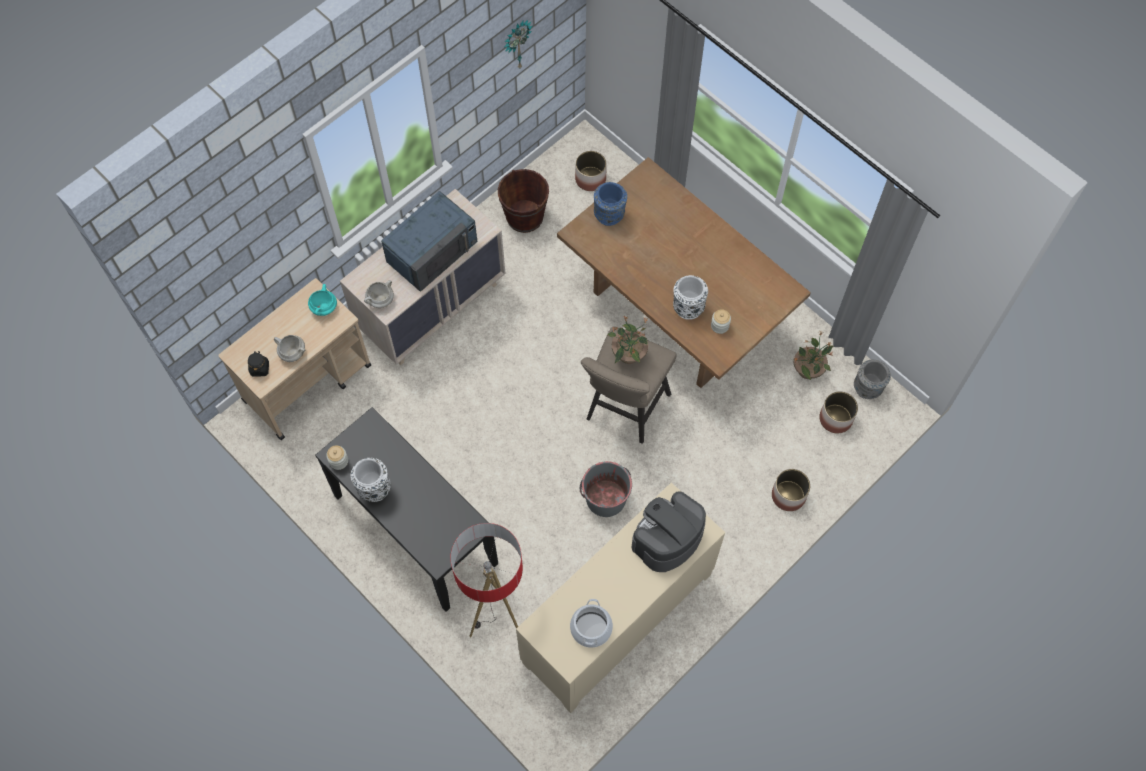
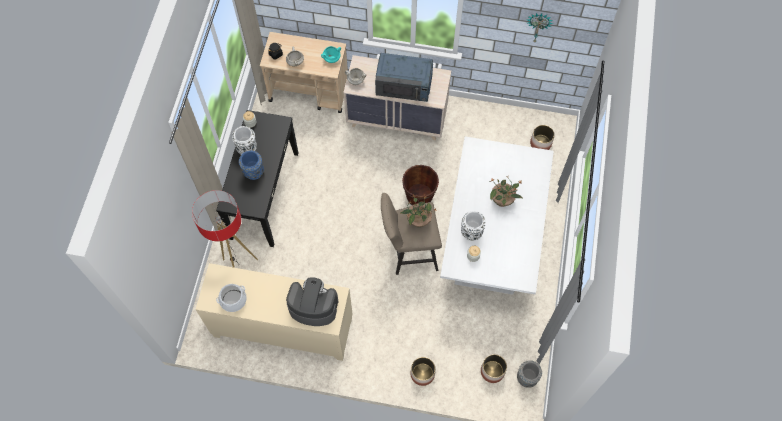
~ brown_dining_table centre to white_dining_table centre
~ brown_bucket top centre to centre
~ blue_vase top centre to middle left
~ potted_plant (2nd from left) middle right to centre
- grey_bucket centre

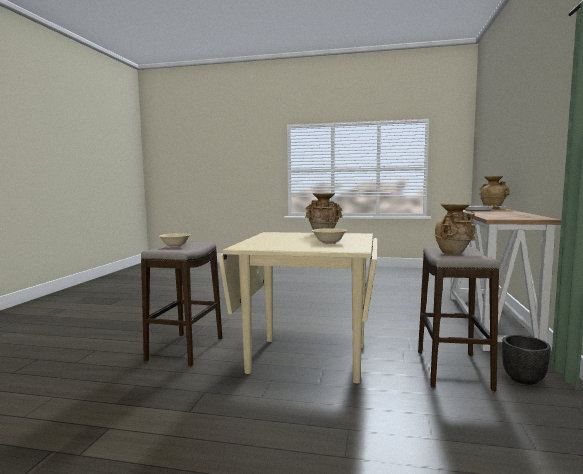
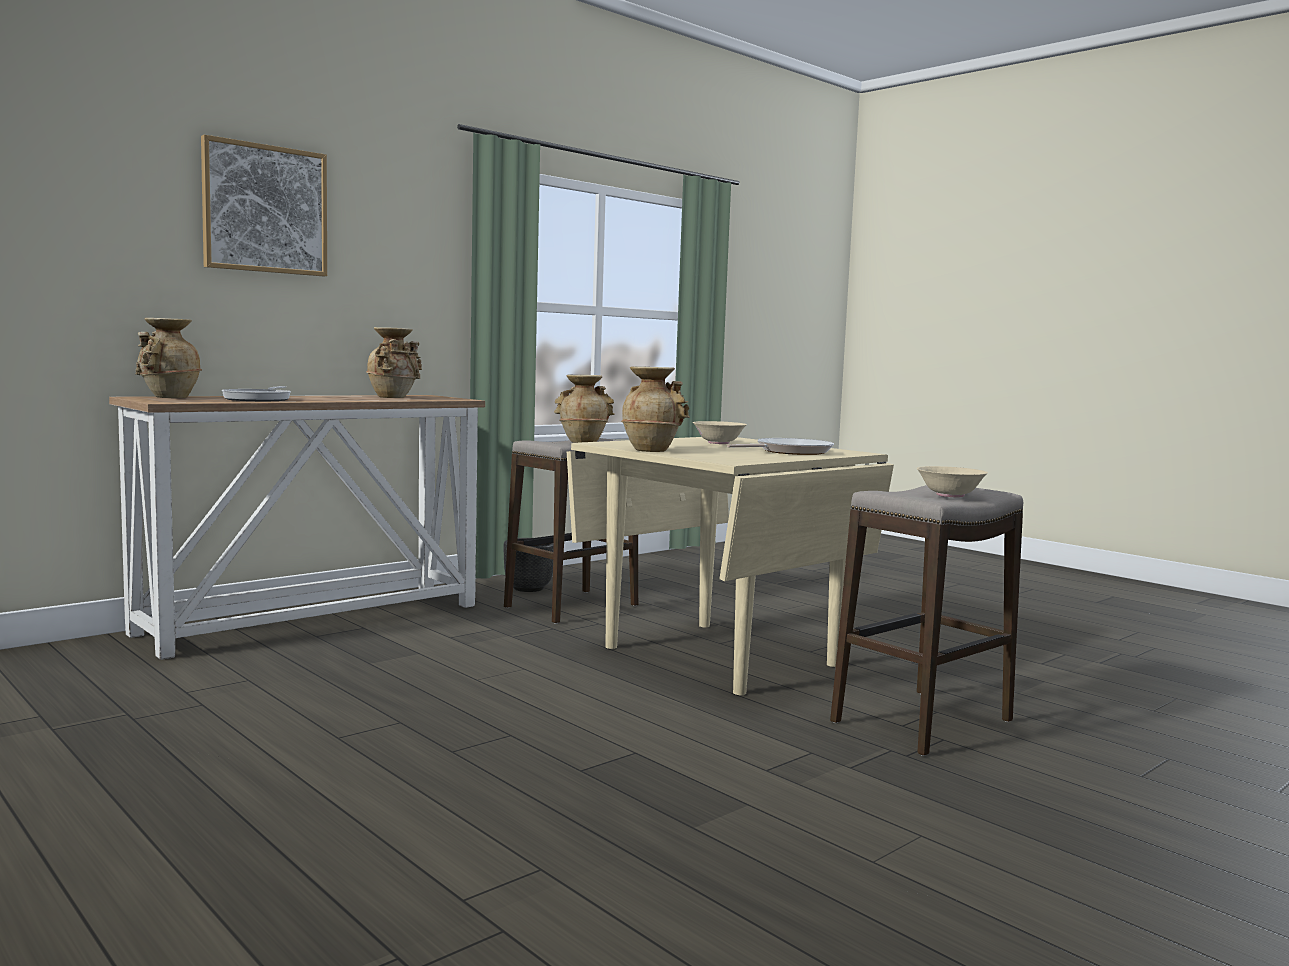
+ picture top left
+ beige_vase (2nd from left) middle left
+ frying_pan (2nd from left) centre

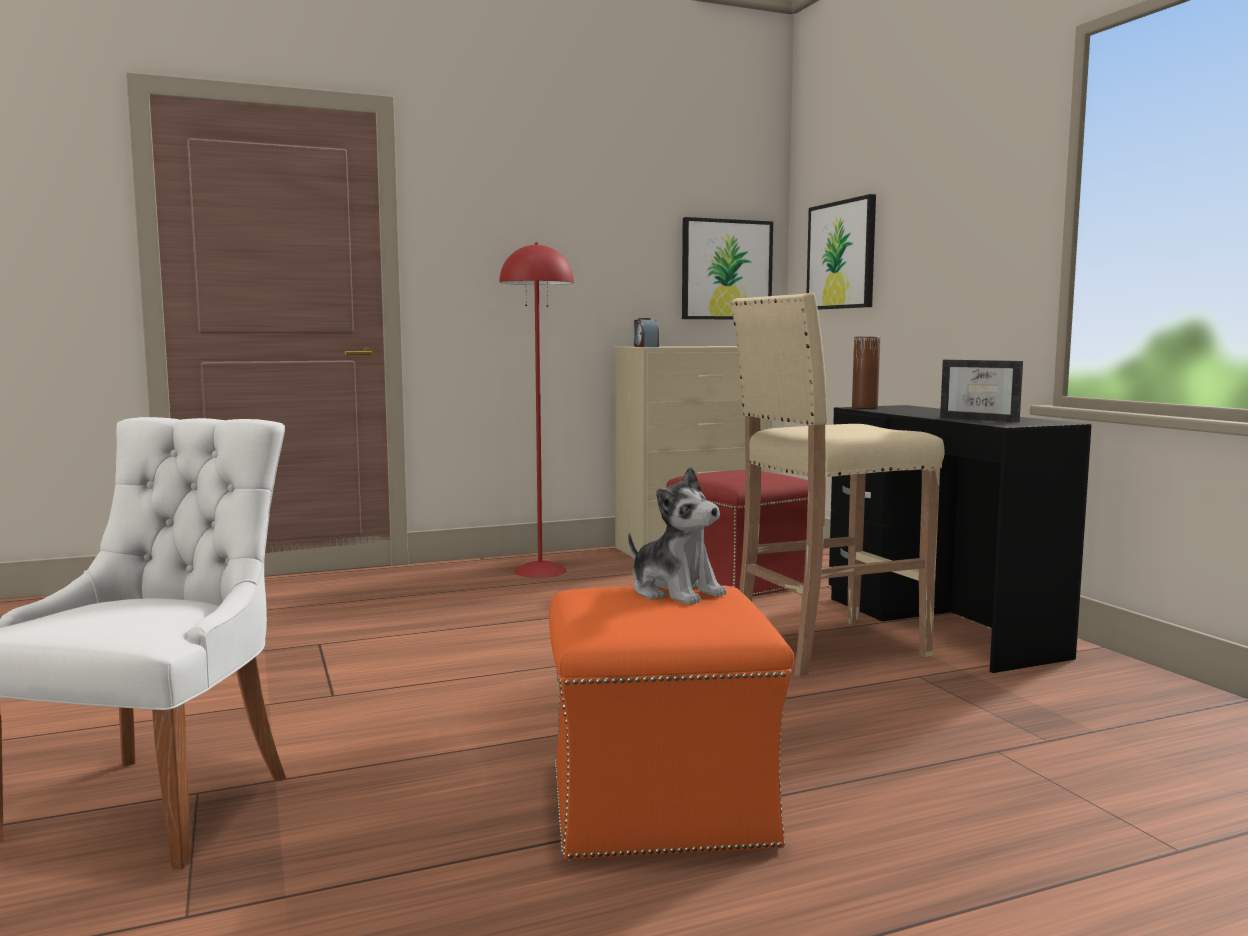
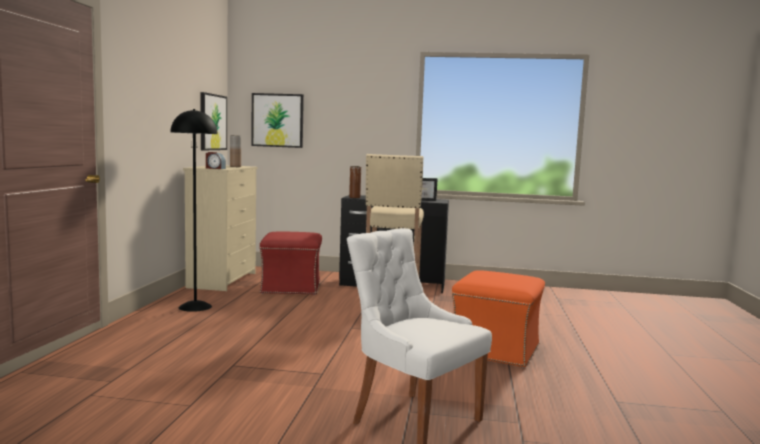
~ red_floor_lamp centre to black_floor_lamp middle left
- plush_toy centre
+ brown_vase (1st from left) middle left

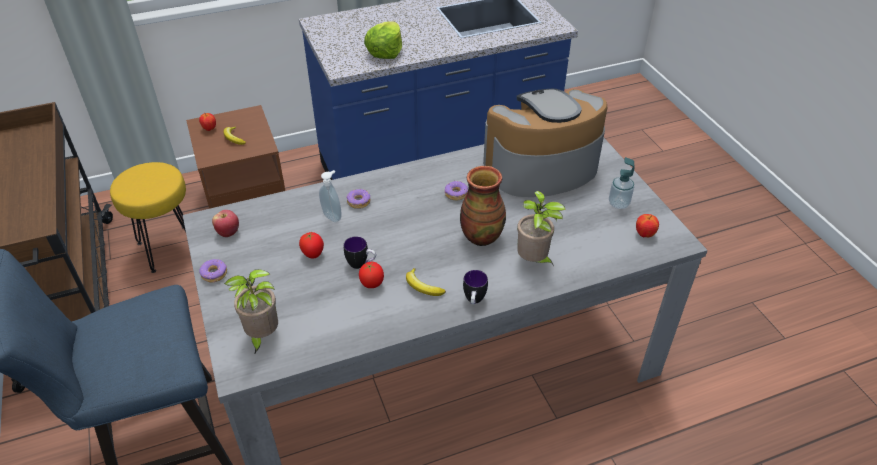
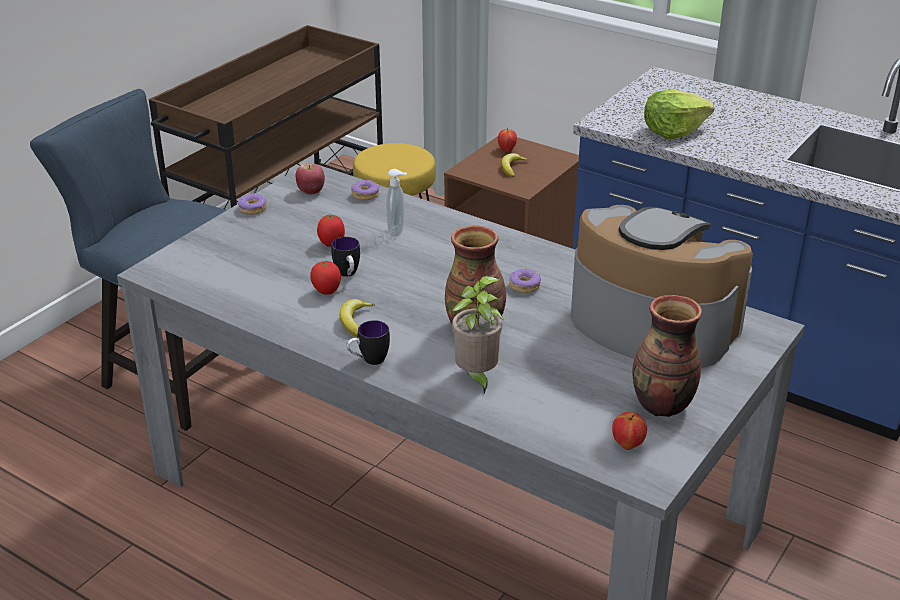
~ soap_dispenser (2nd from left) middle right to vase (2nd from left) middle right
~ donut (2nd from left) centre to top centre
- potted_plant (1st from left) bottom left

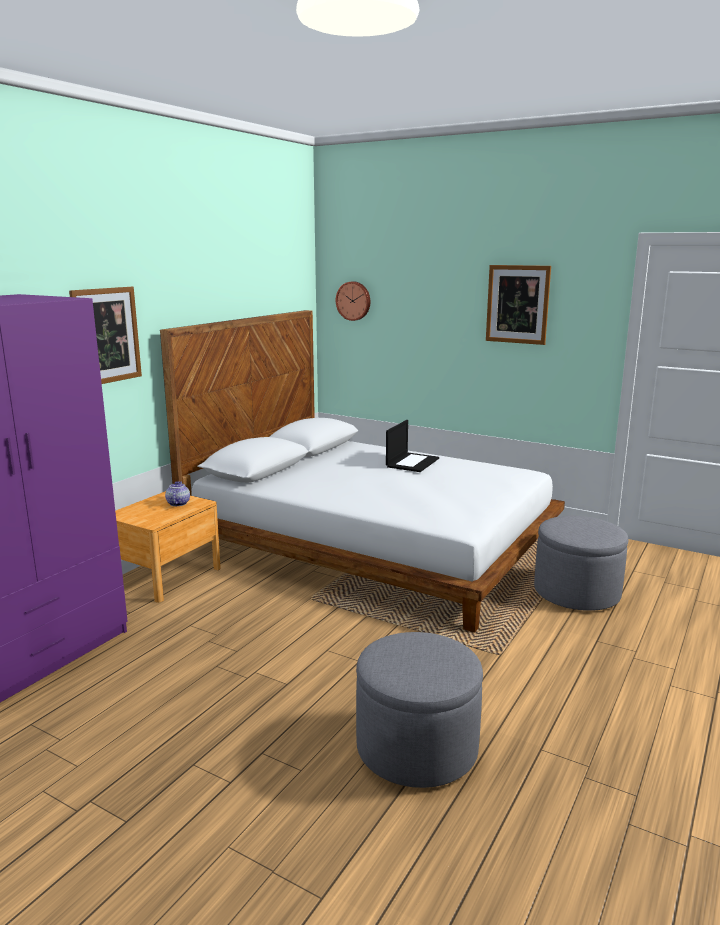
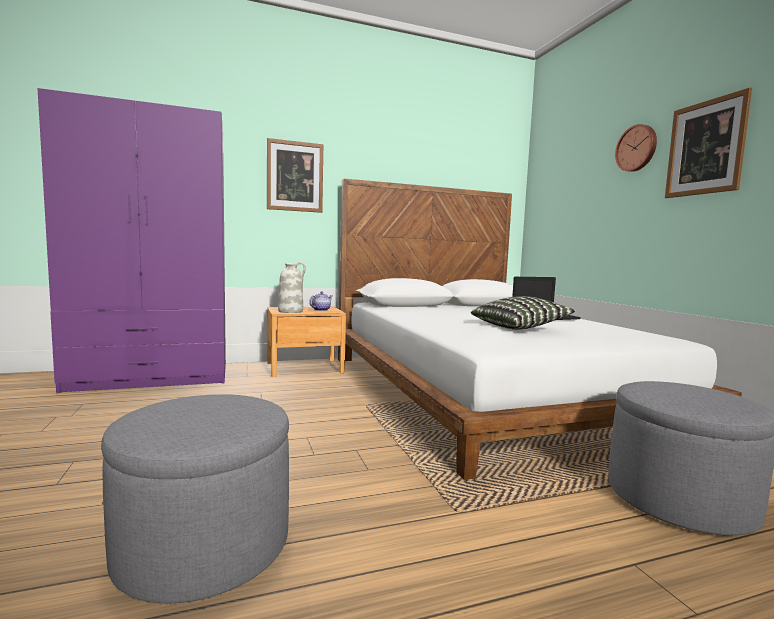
~ wall_clock top centre to top right
+ white_vase centre
+ pillow middle right

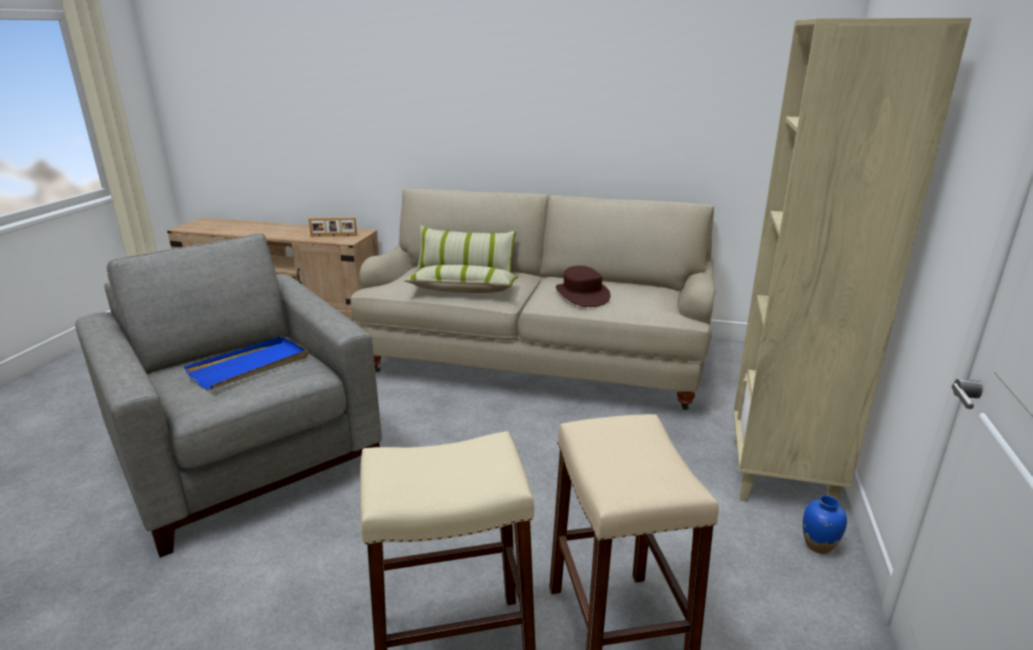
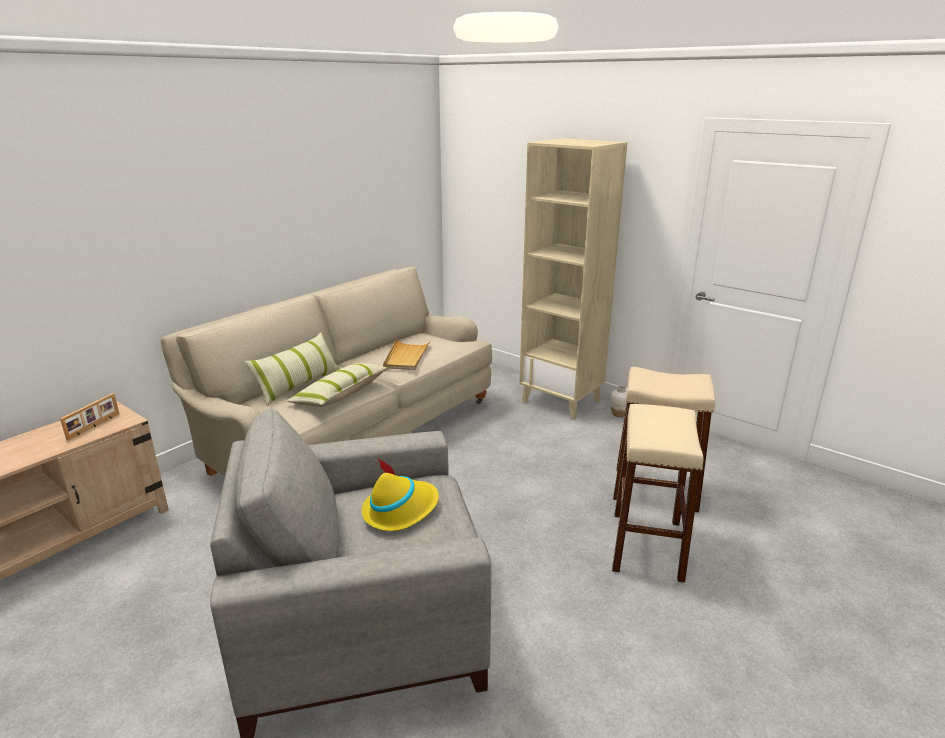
~ brown_hat centre to beige_tray centre
~ blue_tray middle left to yellow_hat bottom centre
~ blue_vase bottom right to white_vase centre

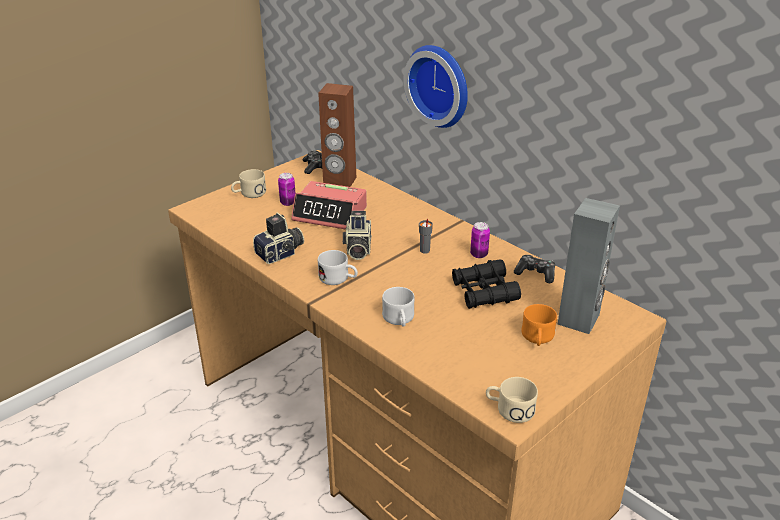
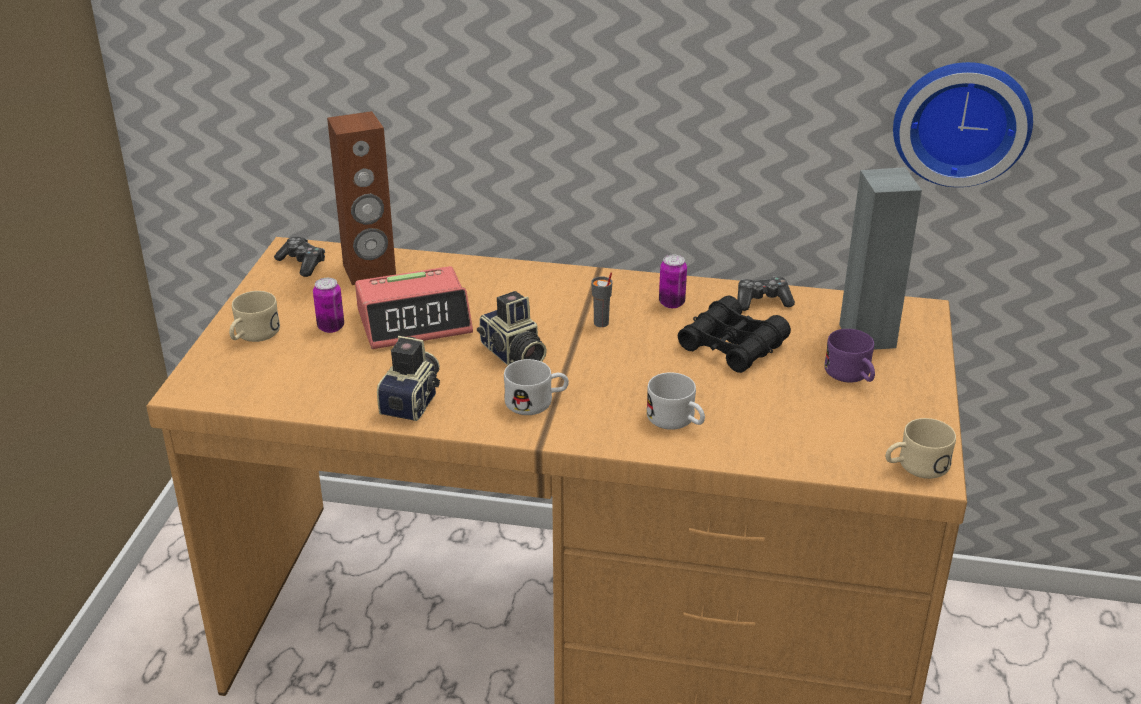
~ wall_clock top centre to top right
~ orange_mug middle right to purple_mug middle right

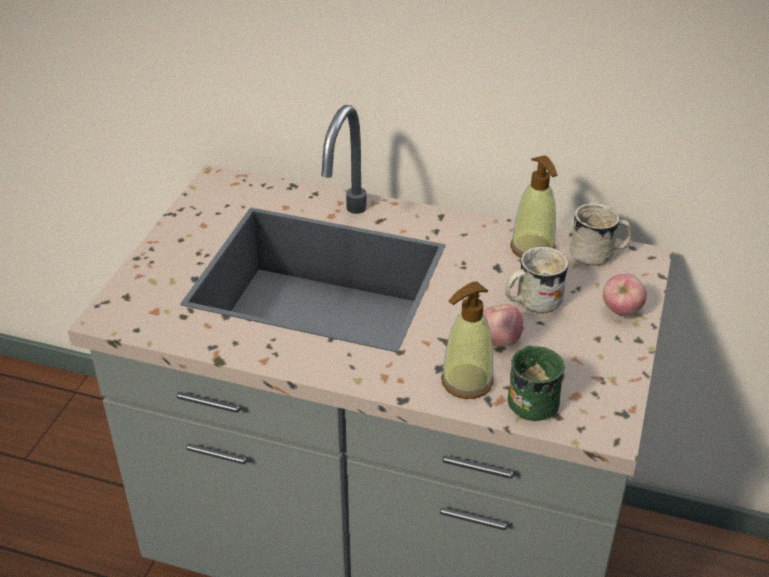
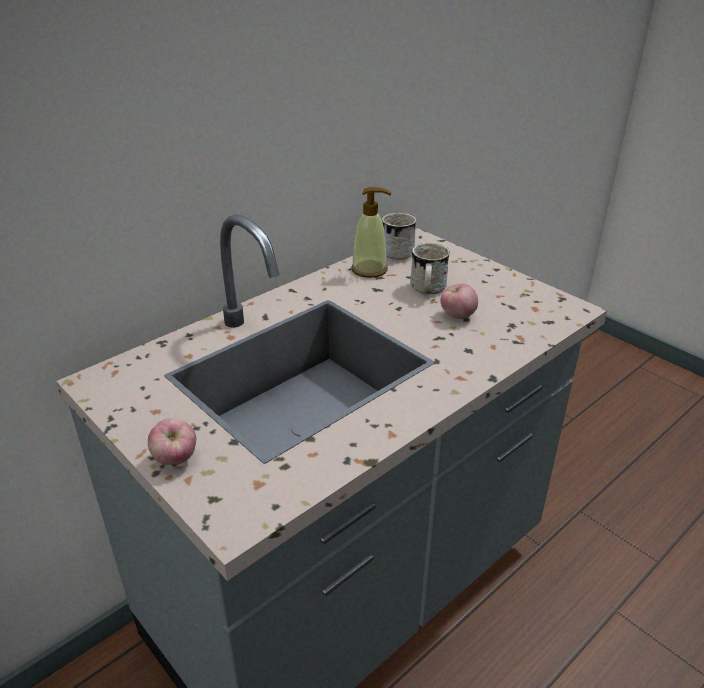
~ apple (2nd from left in the first image) middle right to apple (1st from left) middle left
- soap_dispenser (1st from left) centre
- green_mug middle right

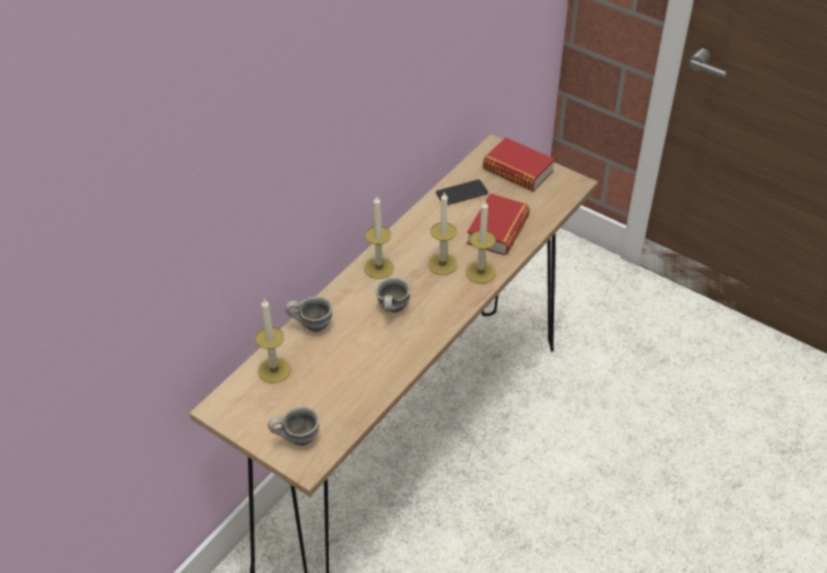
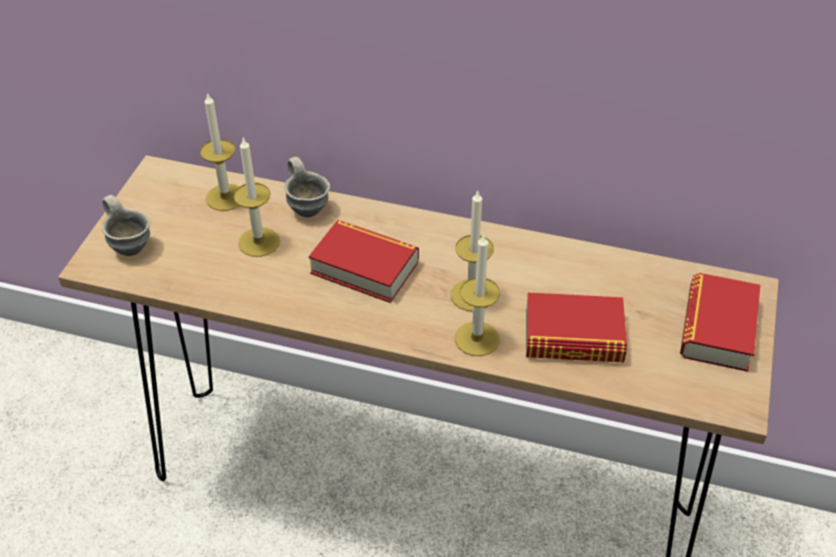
- phone centre
~ candle (2nd from left) centre to middle left
~ grey_mug (3rd from left) centre to book (1st from left) centre

